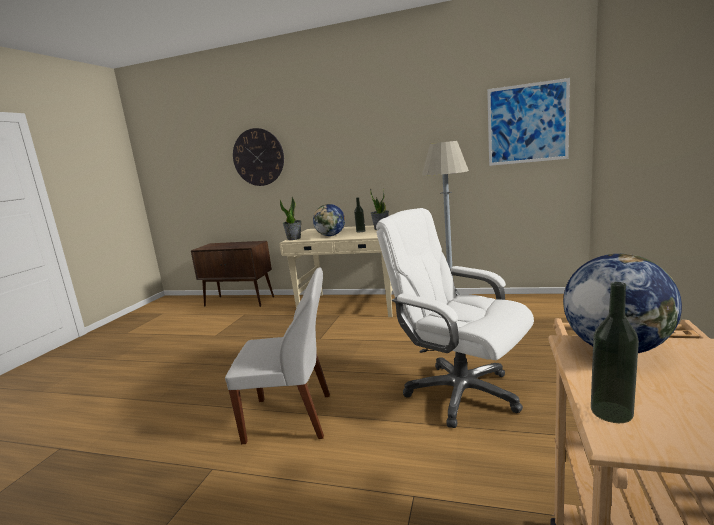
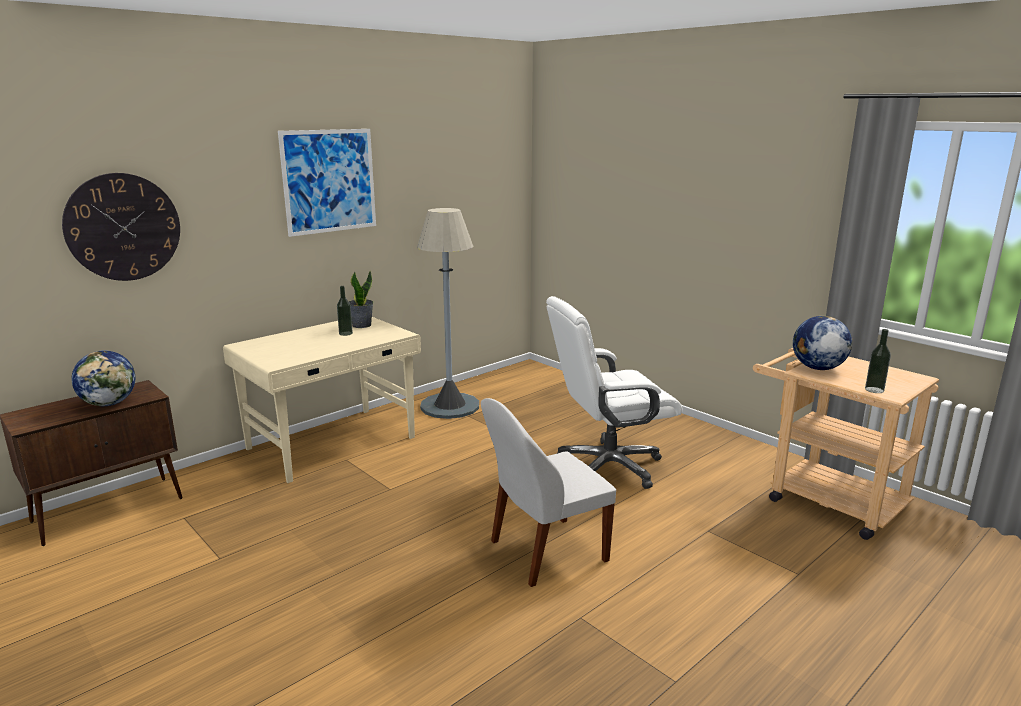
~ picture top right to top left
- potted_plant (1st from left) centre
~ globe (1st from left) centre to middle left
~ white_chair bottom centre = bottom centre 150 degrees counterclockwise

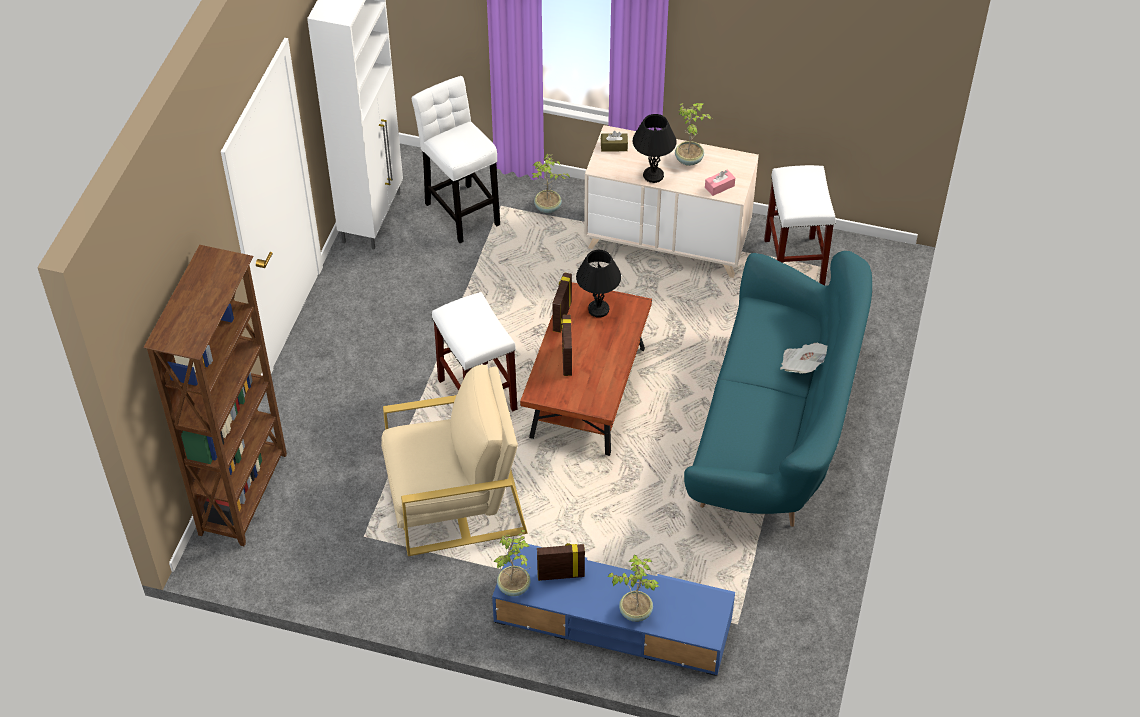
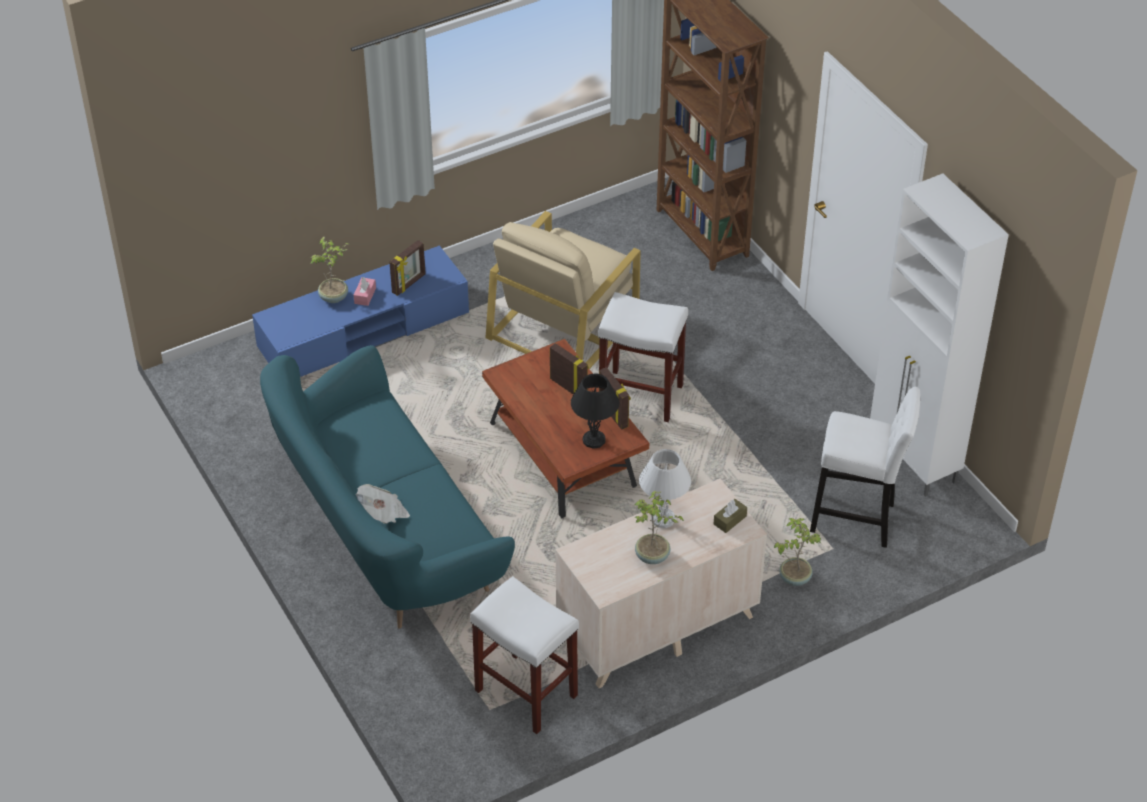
~ black_table_lamp (2nd from left) top centre to white_table_lamp centre
~ pink_tissue_box top centre to middle left
- potted_plant (1st from left) bottom centre

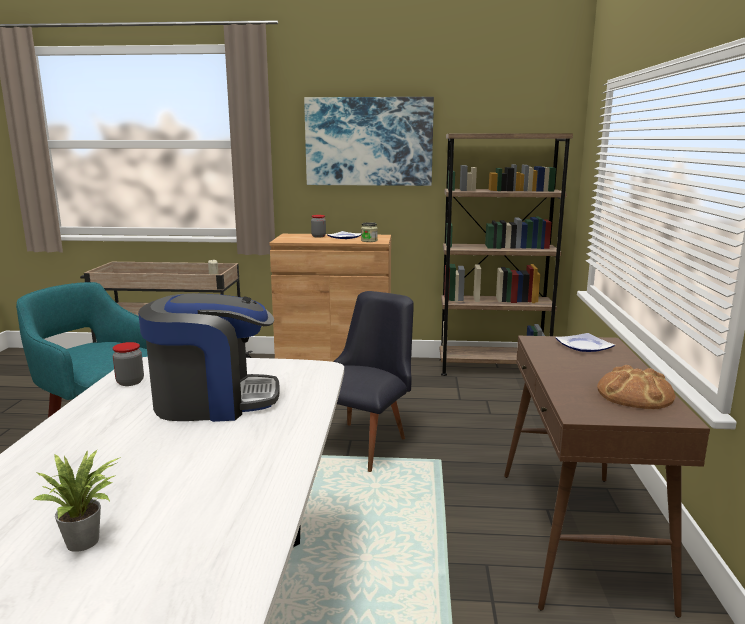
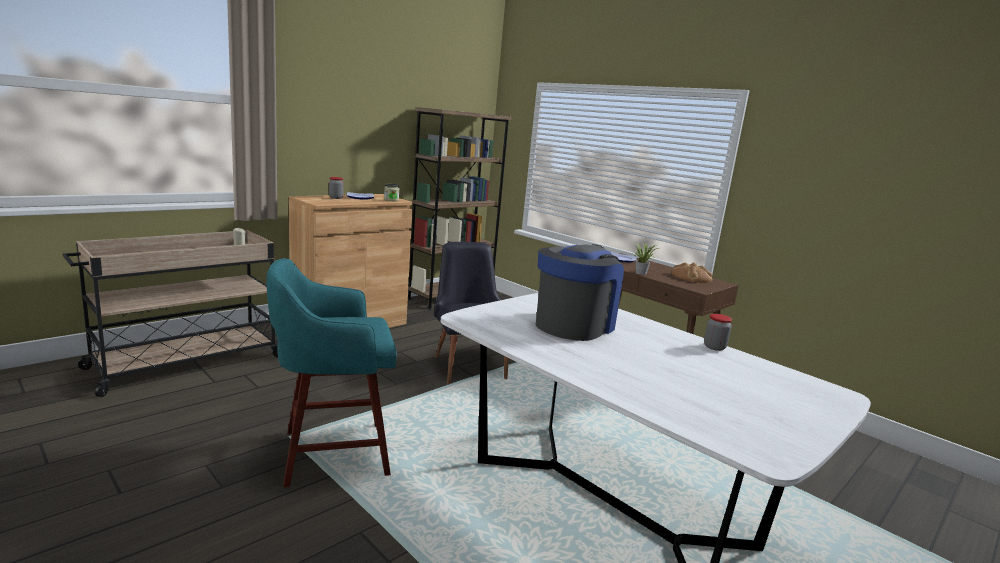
- picture top centre
~ jar (1st from left in the first image) middle left to jar (3rd from left) middle right
~ potted_plant bottom left to centre

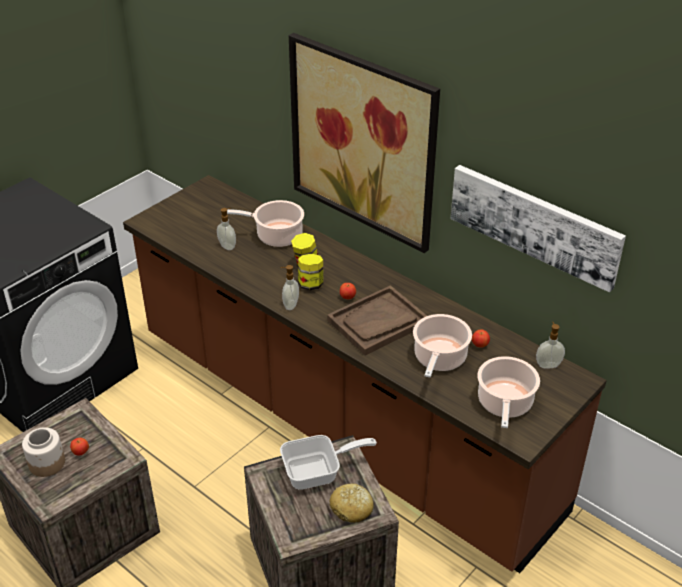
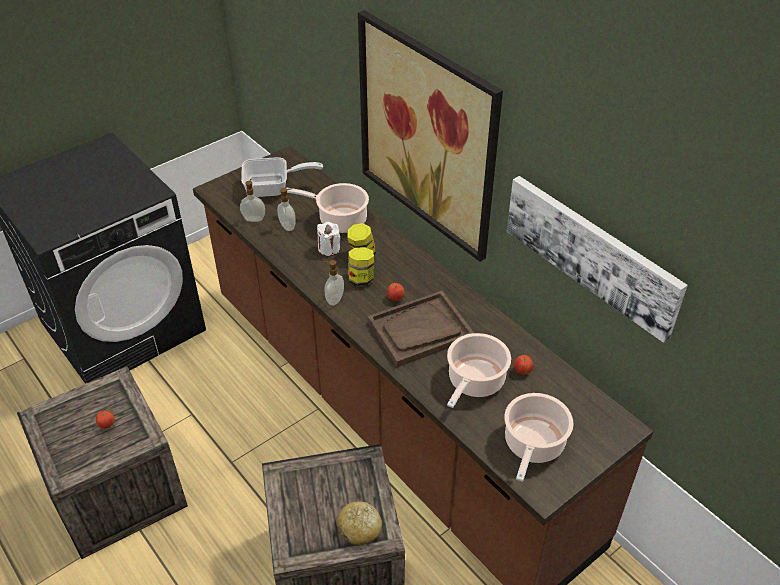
~ soap_dispenser (3rd from left in the first image) middle right to soap_dispenser (1st from left) middle left
- jar (1st from left) bottom left
~ frying_pan bottom centre to top centre
+ white_candle centre

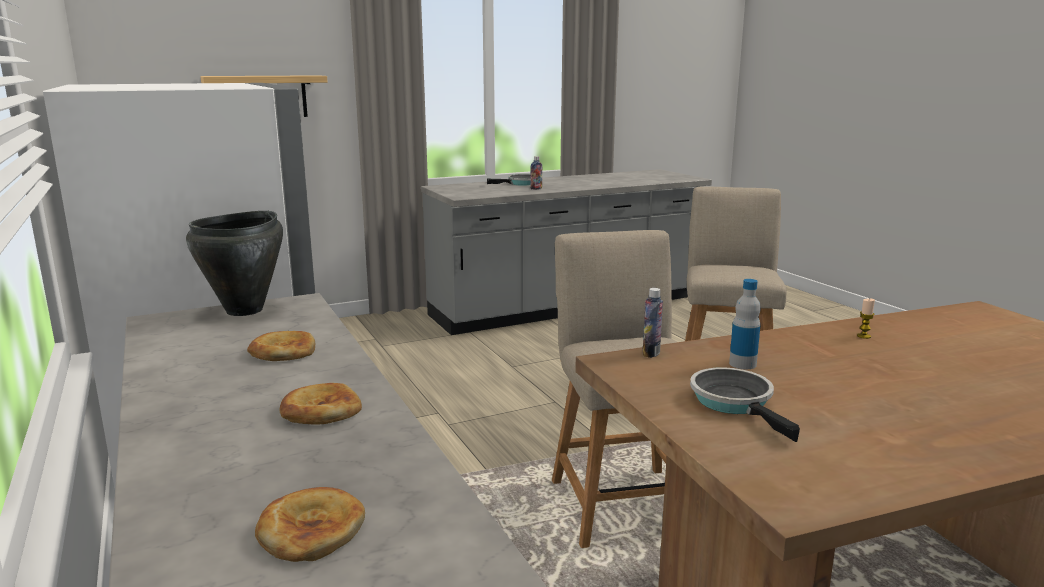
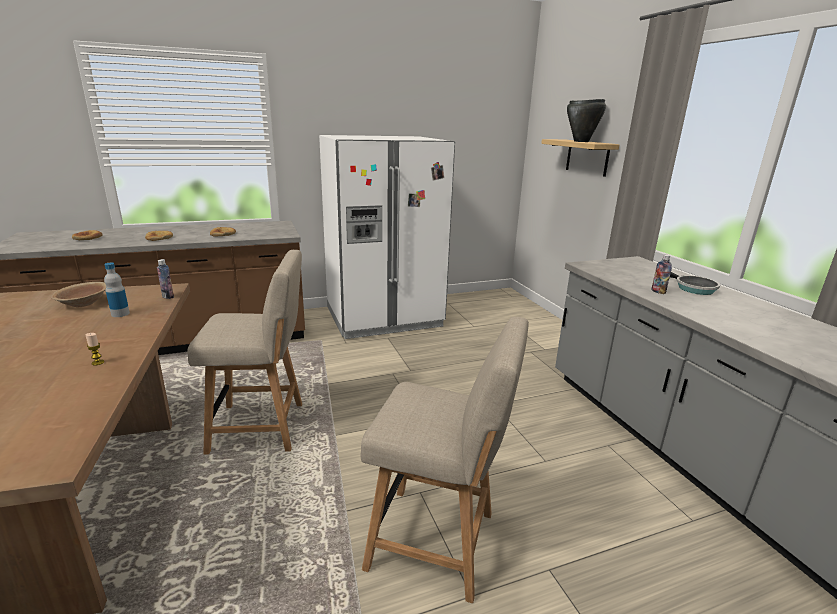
~ black_cooking_pot middle left to top right
~ frying_pan (2nd from left) bottom right to brown_bowl middle left

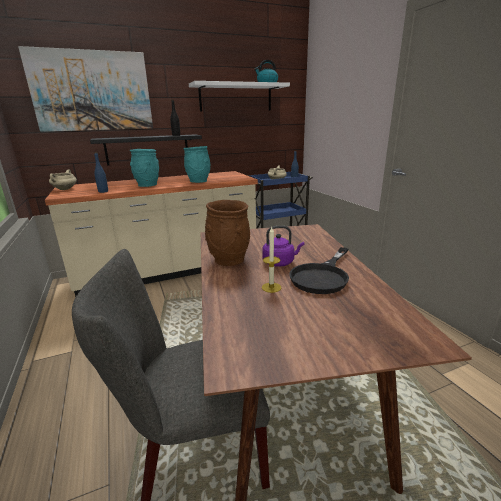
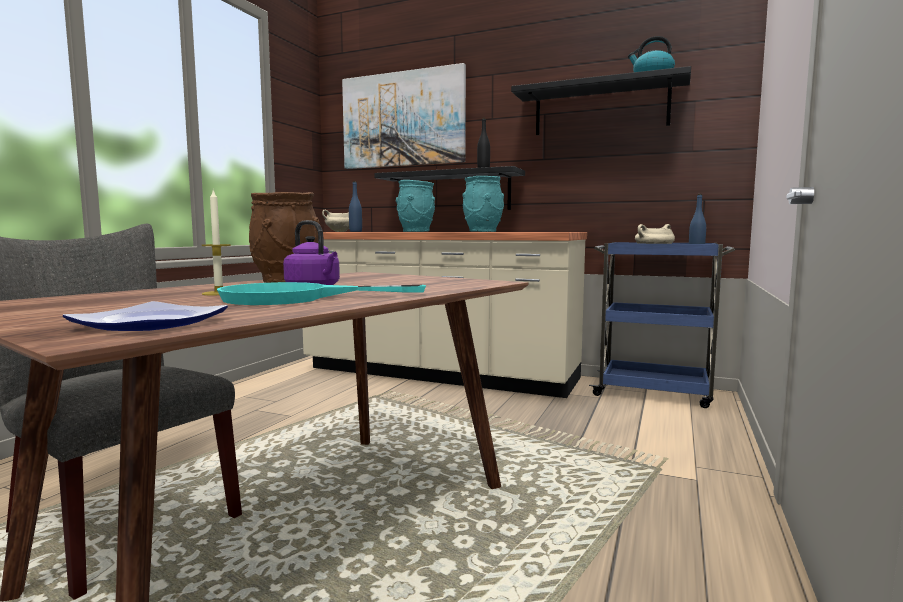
~ white_shelf top centre to black_shelf (2nd from left) top centre
~ black_frying_pan centre to turquoise_frying_pan centre
+ plate middle left

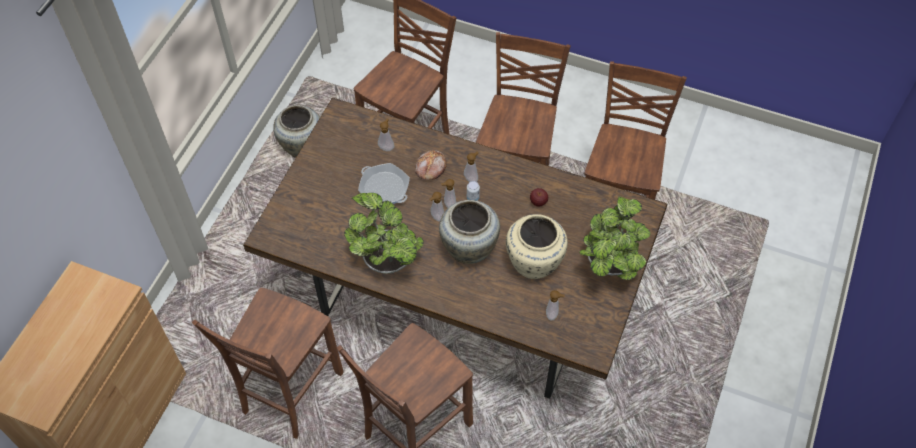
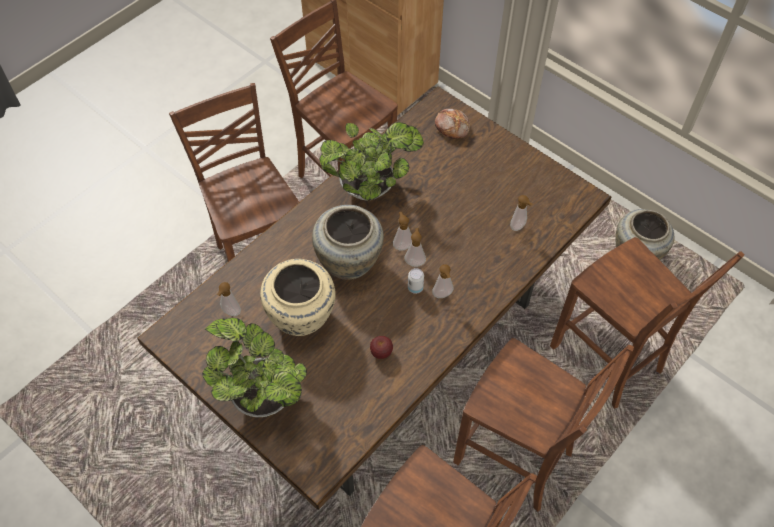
~ bread centre to top centre
- frying_pan centre

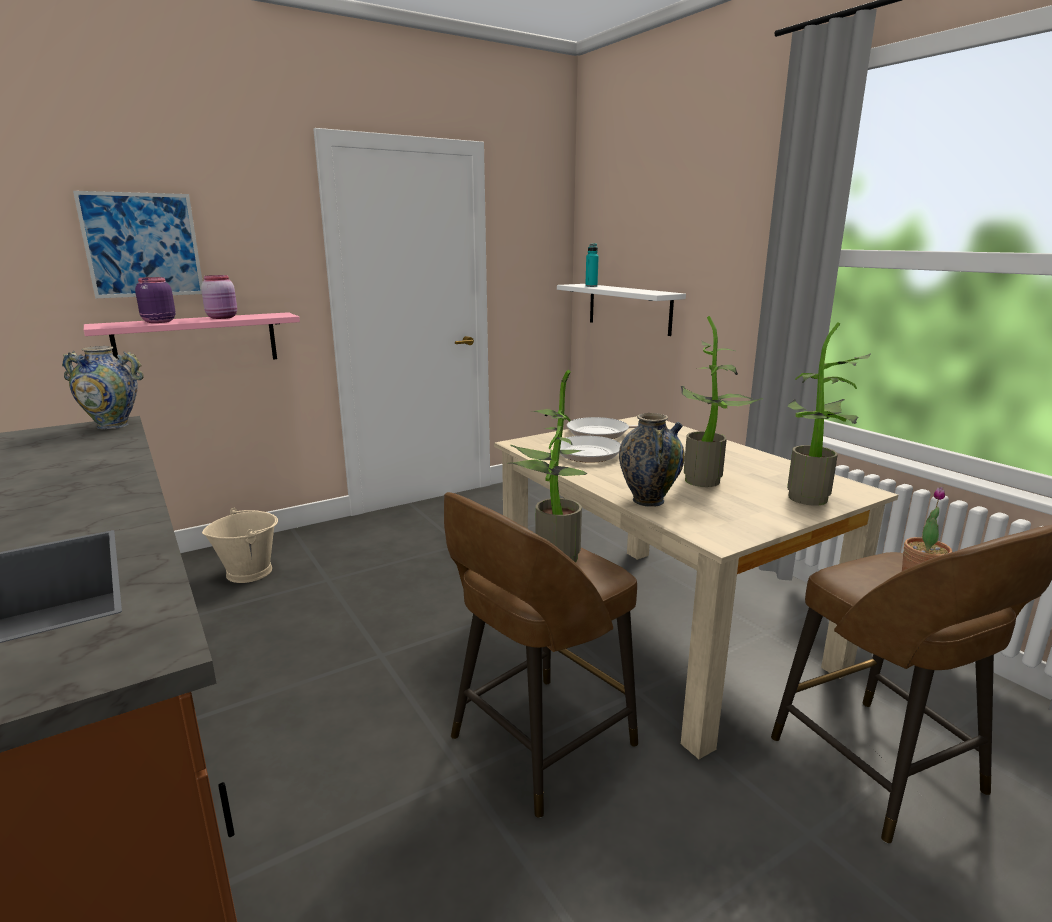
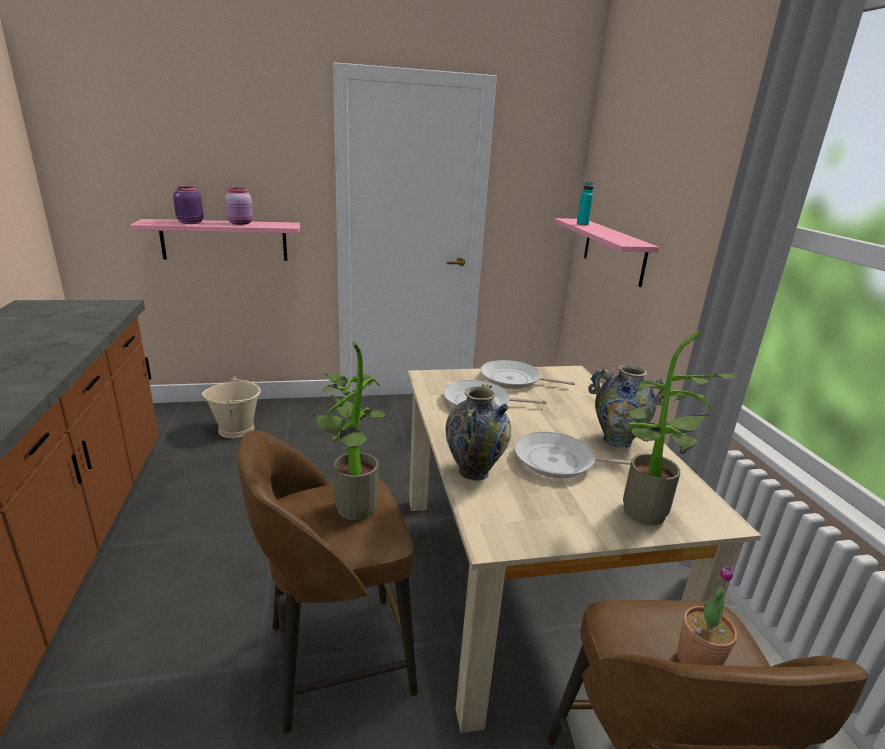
- picture top left
~ white_shelf centre to pink_shelf (2nd from left) middle right
~ potted_plant (2nd from left) middle right to frying_pan (3rd from left) centre
~ vase (1st from left in the first image) middle left to vase (2nd from left) middle right

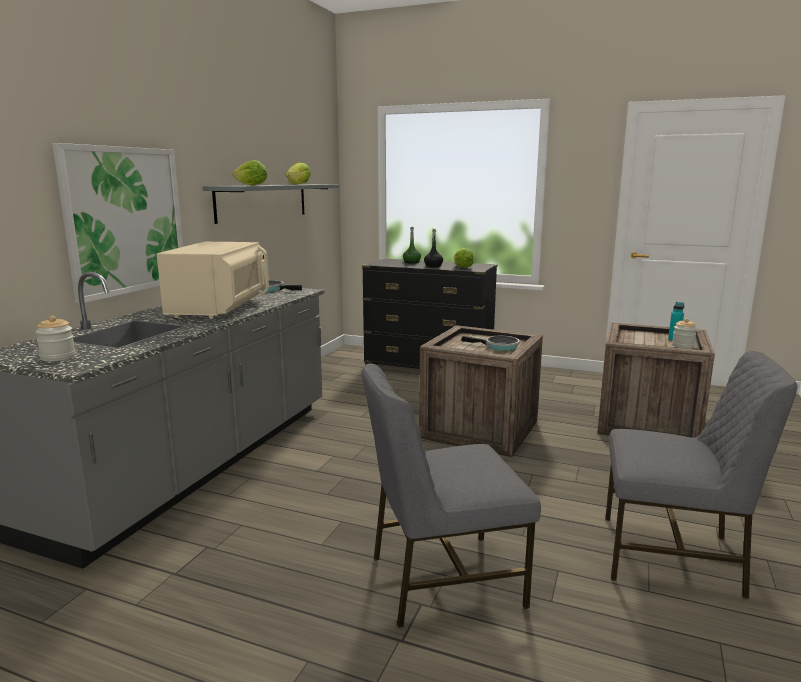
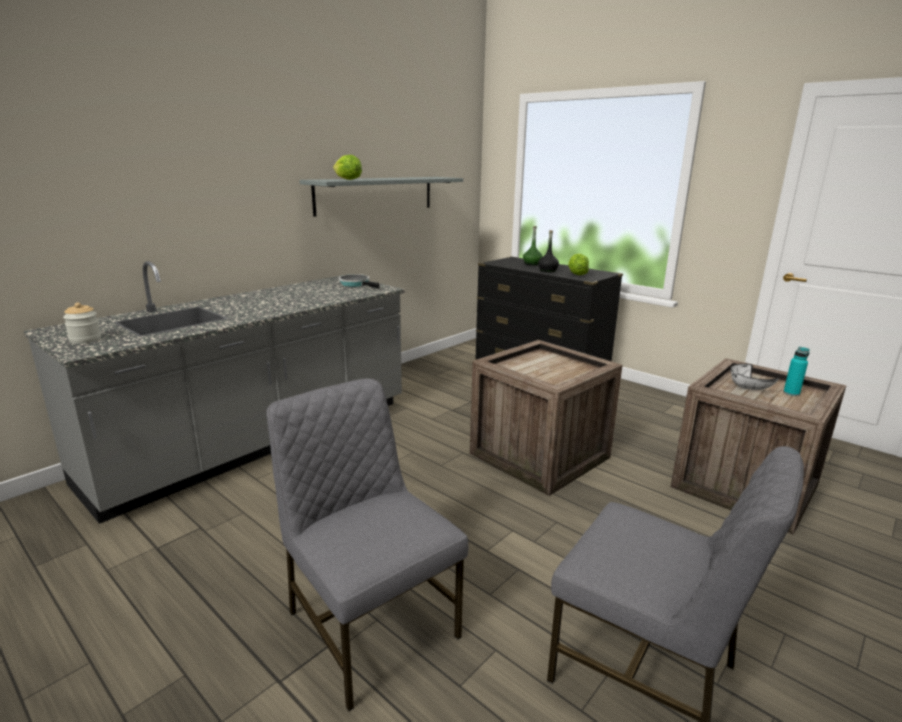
- picture top left
- lettuce (2nd from left) top centre
- beige_microwave middle left
- jar (2nd from left) middle right
- frying_pan (2nd from left) centre
~ grey_chair (1st from left) bottom centre = bottom centre 45 degrees clockwise
+ white_bowl middle right

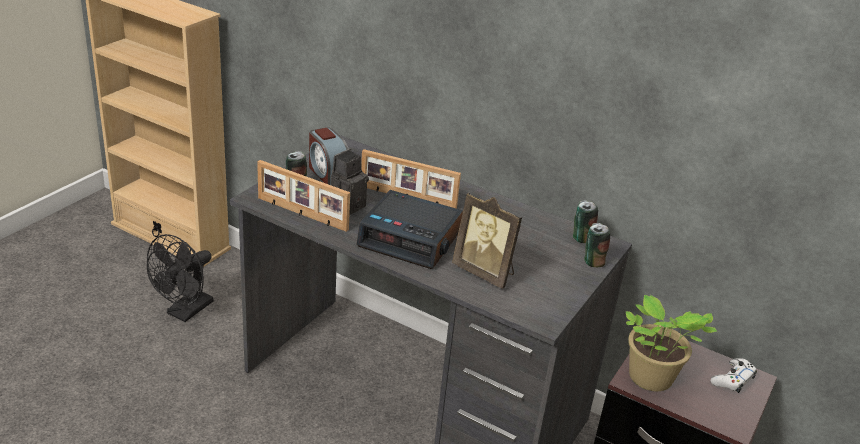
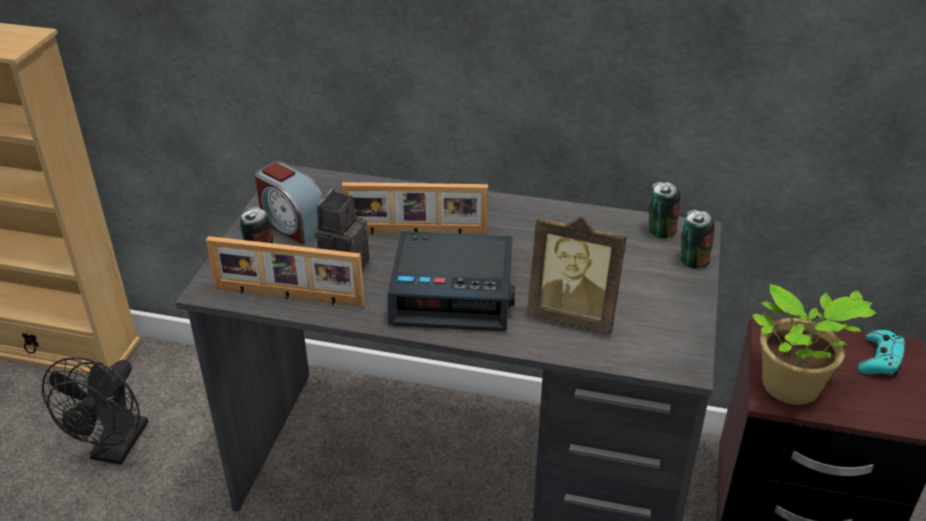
~ white_game_controller bottom right to turquoise_game_controller bottom right

